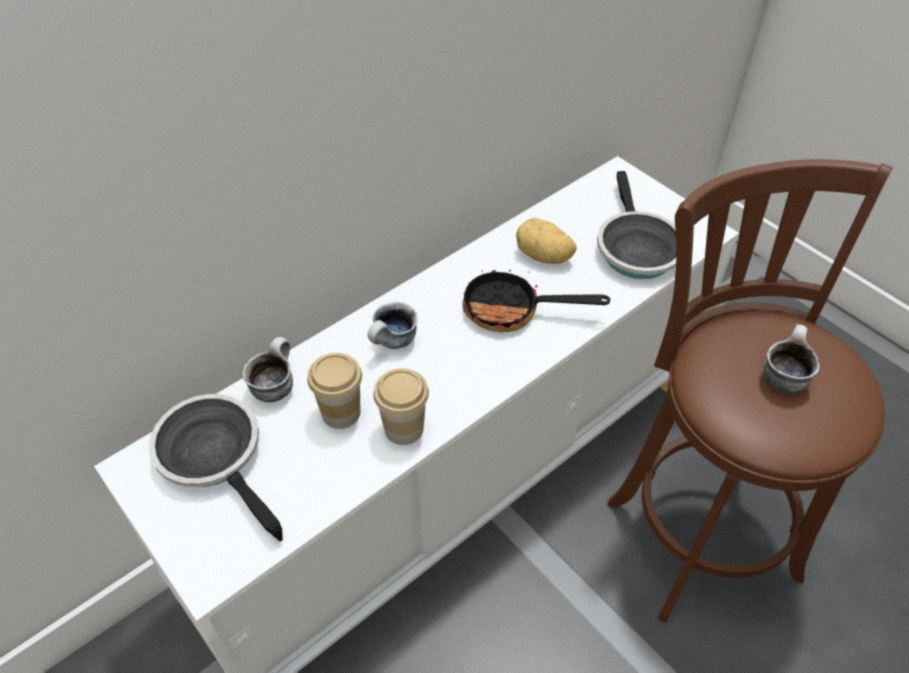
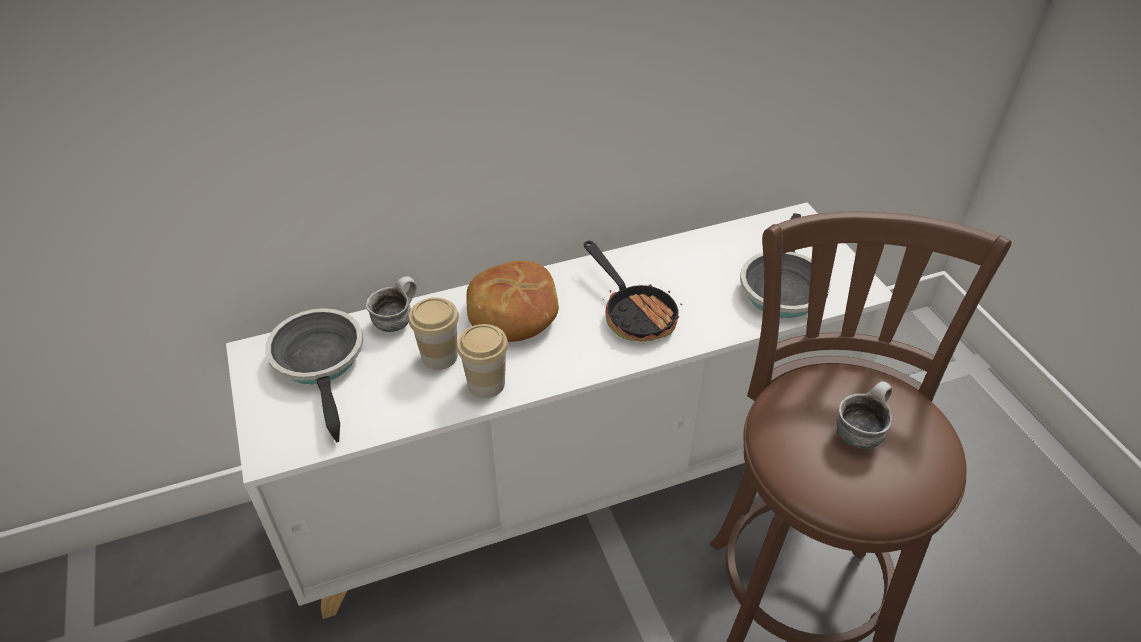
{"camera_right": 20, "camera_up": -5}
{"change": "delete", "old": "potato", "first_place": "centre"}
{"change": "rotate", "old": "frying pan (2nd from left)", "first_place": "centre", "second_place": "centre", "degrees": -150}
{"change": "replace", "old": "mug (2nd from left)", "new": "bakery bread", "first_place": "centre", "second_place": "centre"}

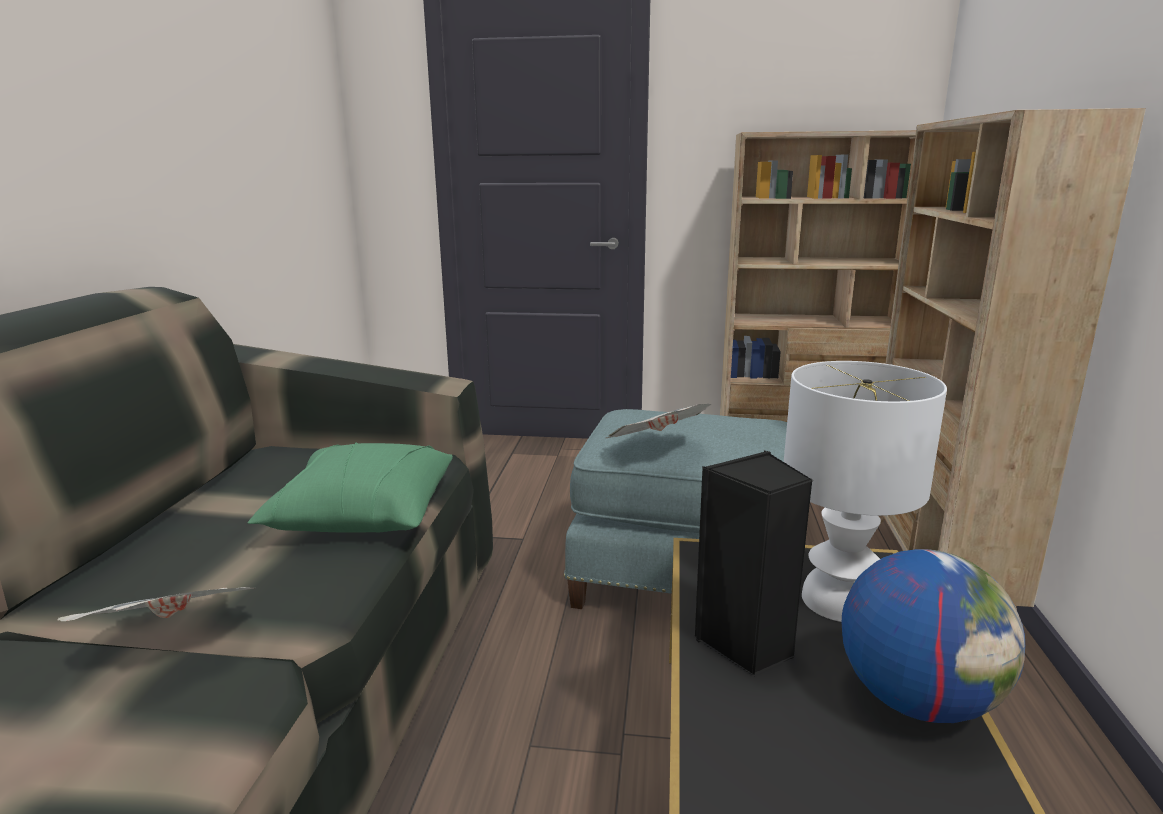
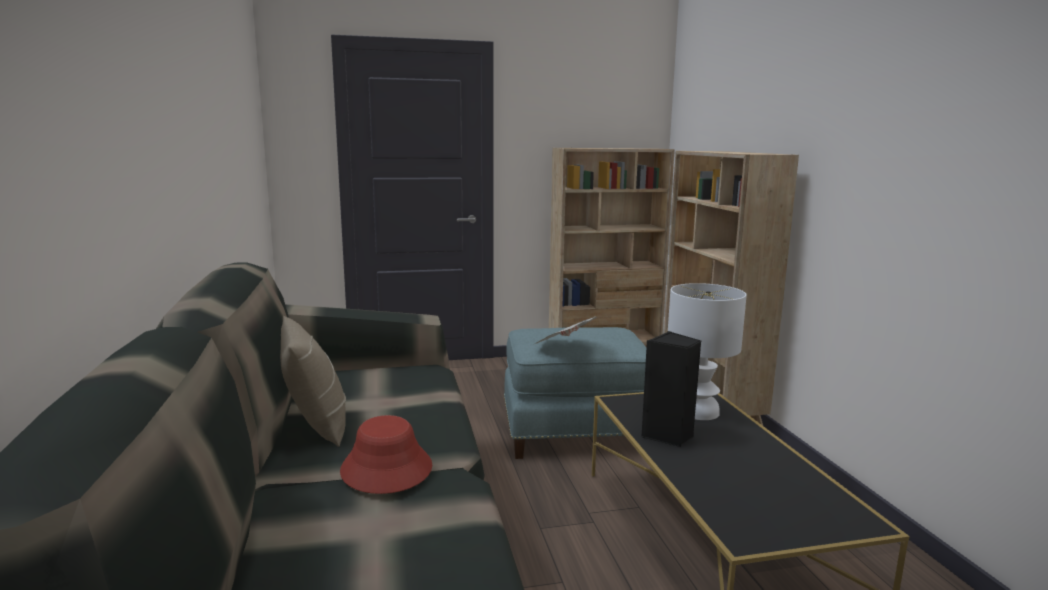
{"camera_right": -20, "camera_up": -5}
{"change": "delete", "old": "cushion/green", "first_place": "middle left"}
{"change": "delete", "old": "desk globe", "first_place": "bottom right"}
{"change": "replace", "old": "printed paper (1st from left)", "new": "hat/red-coloured", "first_place": "bottom left", "second_place": "bottom centre"}
{"change": "insert", "new": "cushion/beige", "second_place": "middle left"}

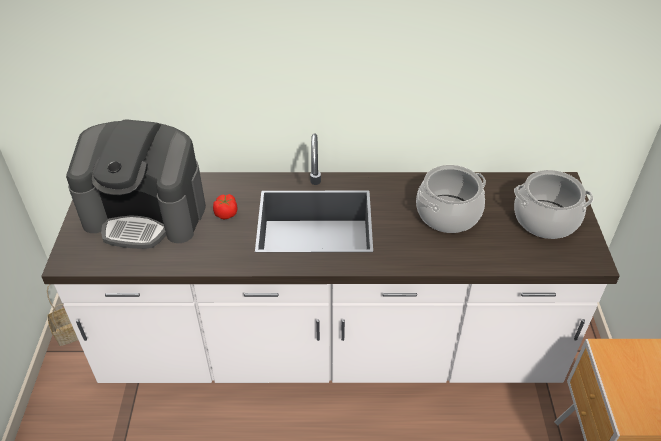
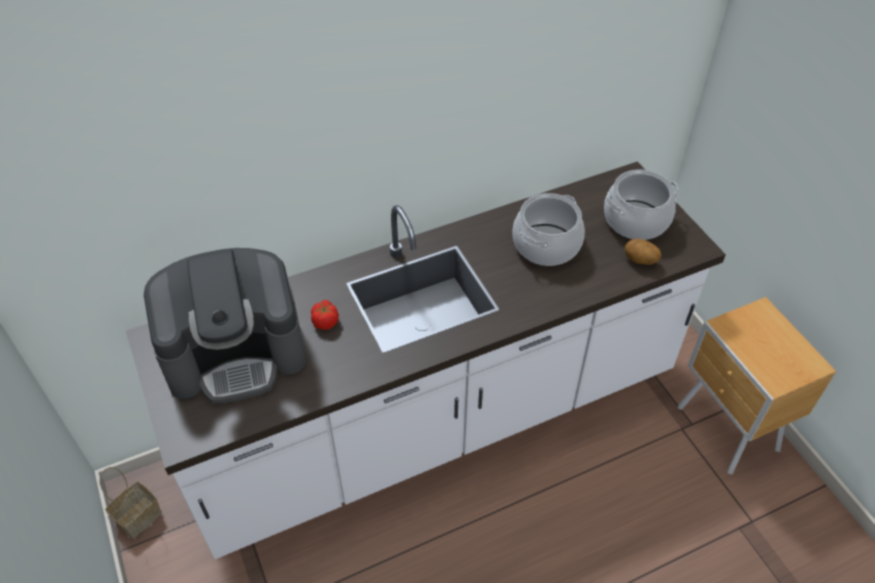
{"camera_right": -25, "camera_up": 5}
{"change": "insert", "new": "potato", "second_place": "middle right"}

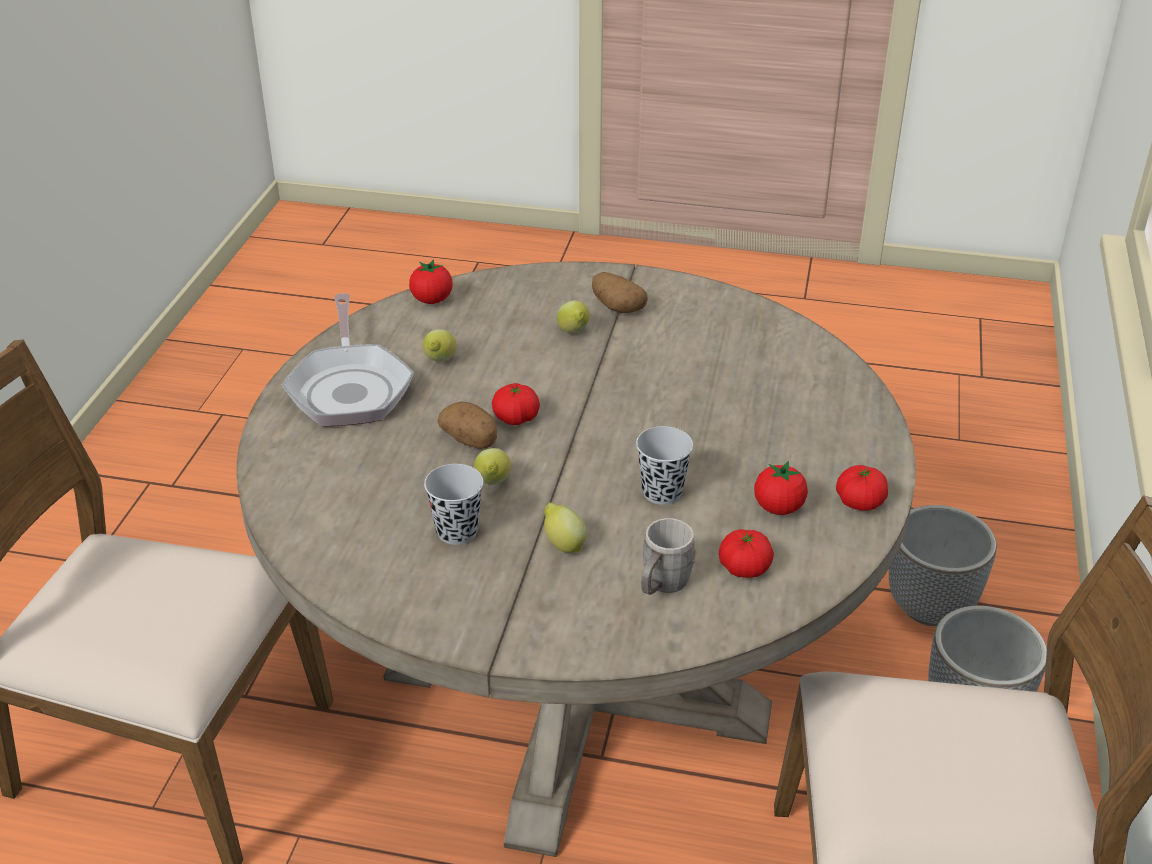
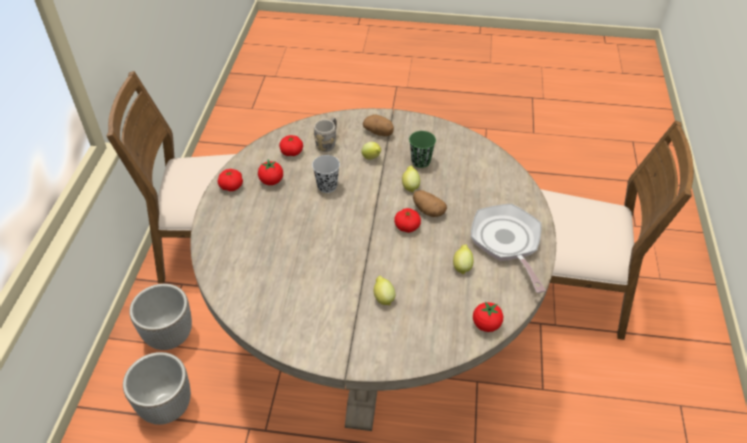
{"camera_right": 175, "camera_up": 10}
{"change": "move", "old": "potato (2nd from left in the first image)", "new": "potato (1st from left)", "first_place": "centre", "second_place": "top centre"}
{"change": "recolor", "old": "small cup/black (1st from left)", "new": "small cup/green", "first_place": "centre", "second_place": "centre"}

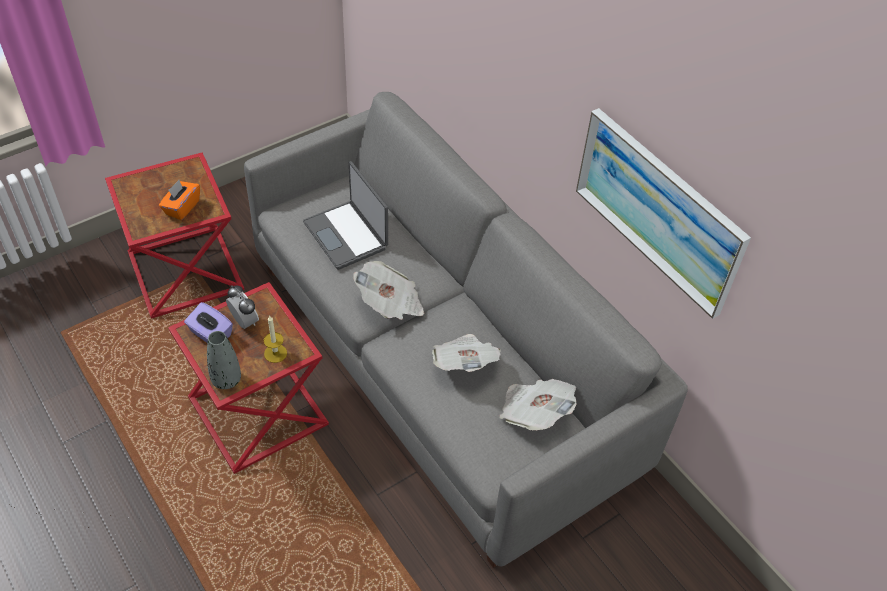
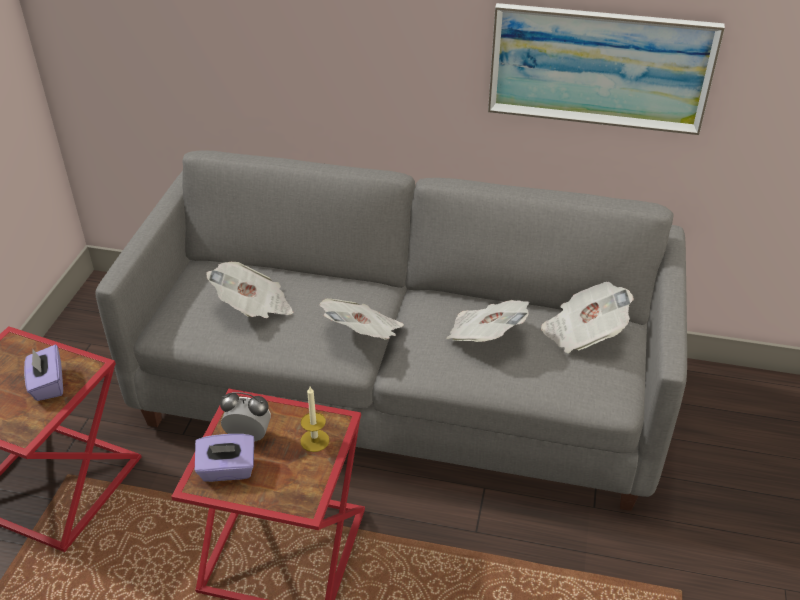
{"camera_right": -40, "camera_up": -10}
{"change": "replace", "old": "laptop", "new": "printed paper (1st from left)", "first_place": "centre", "second_place": "middle left"}
{"change": "recolor", "old": "tissue holder/orange", "new": "tissue holder/purple (1st from left)", "first_place": "middle left", "second_place": "middle left"}
{"change": "delete", "old": "decorative vase/grey", "first_place": "middle left"}

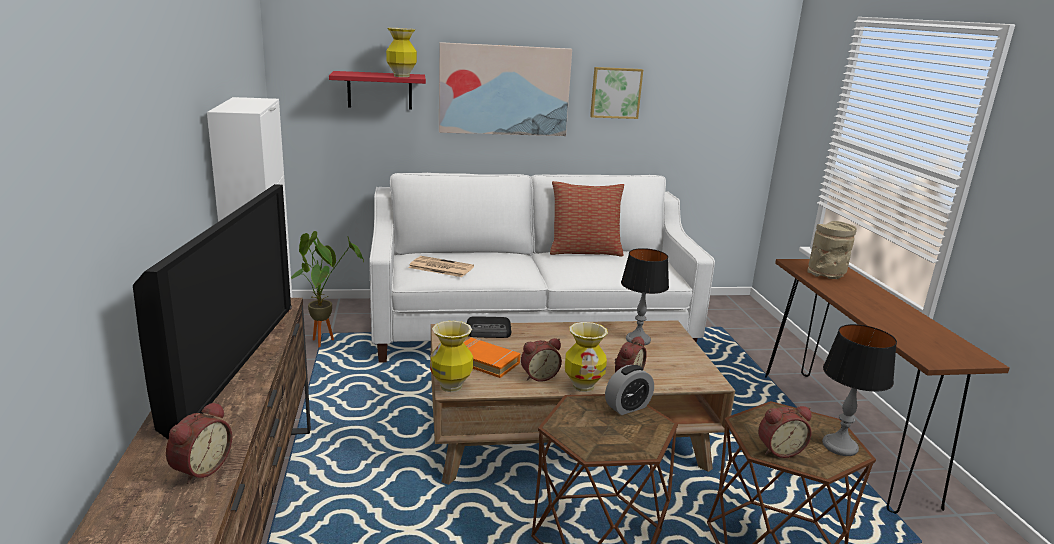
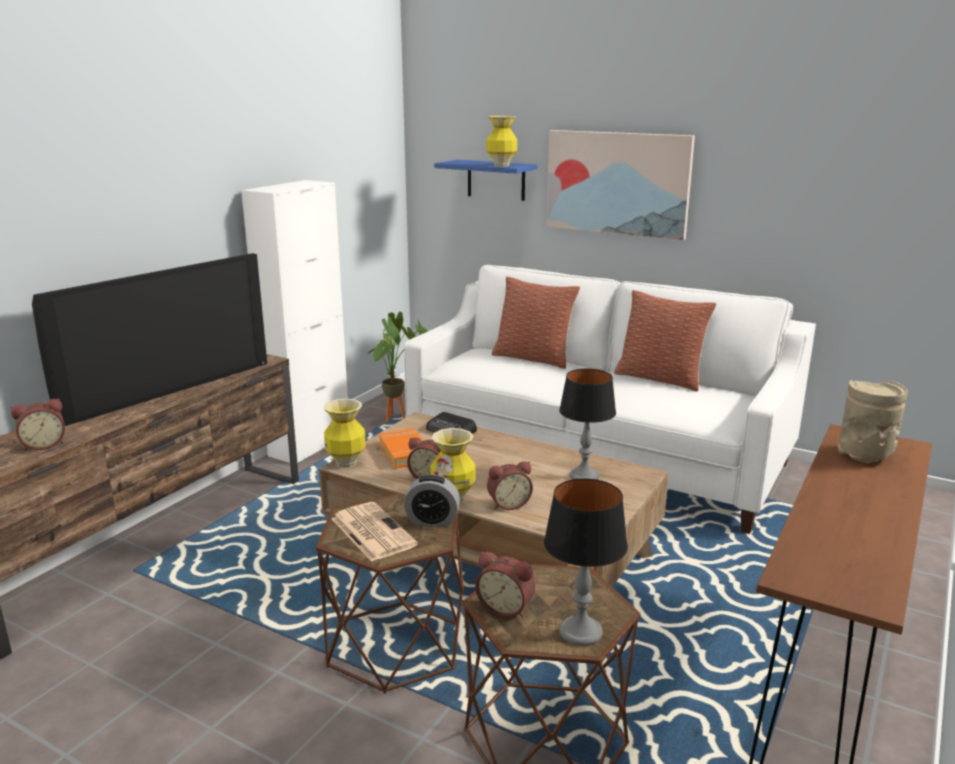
{"camera_right": 40, "camera_up": 0}
{"change": "delete", "old": "wall art (2nd from left)", "first_place": "top centre"}
{"change": "recolor", "old": "bracket shelf/red-coloured", "new": "bracket shelf/blue", "first_place": "top centre", "second_place": "top centre"}
{"change": "move", "old": "printed paper", "first_place": "centre", "second_place": "bottom centre"}
{"change": "insert", "new": "cushion (1st from left)", "second_place": "centre"}

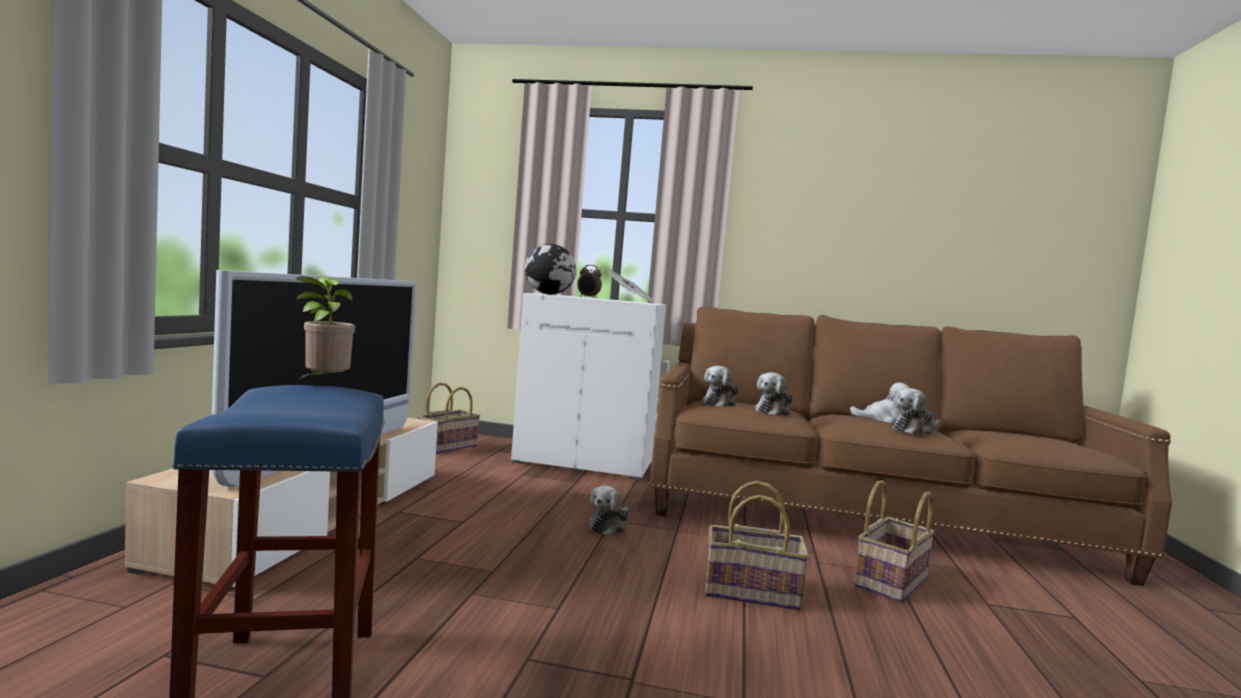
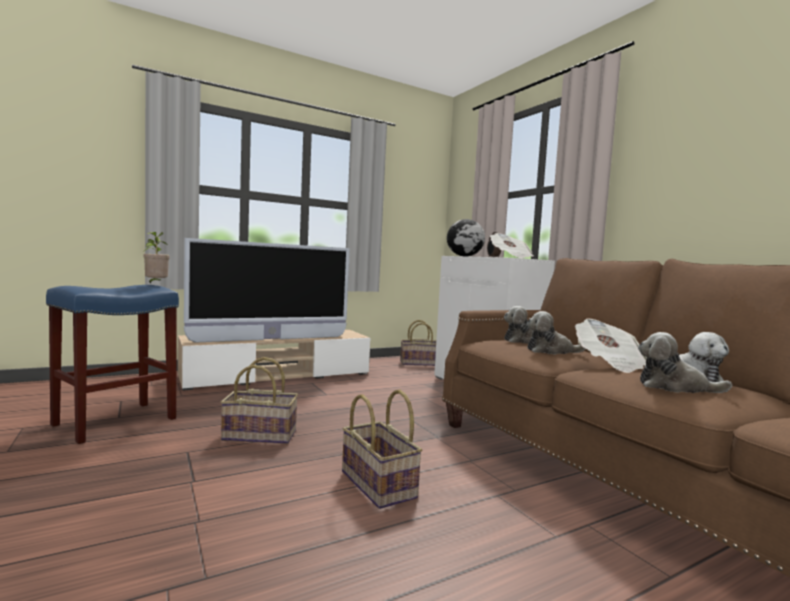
{"camera_right": 50, "camera_up": 0}
{"change": "move", "old": "storage basket (3rd from left in the first image)", "new": "storage basket (1st from left)", "first_place": "bottom right", "second_place": "middle left"}
{"change": "delete", "old": "plush toy (1st from left)", "first_place": "bottom centre"}
{"change": "insert", "new": "printed paper (2nd from left)", "second_place": "middle right"}

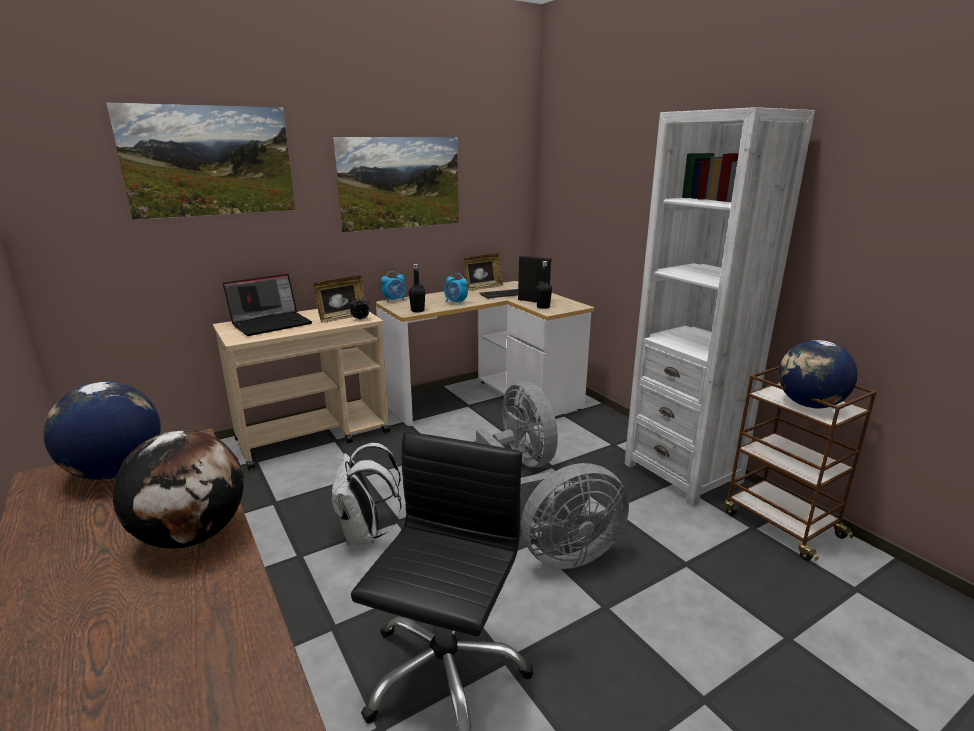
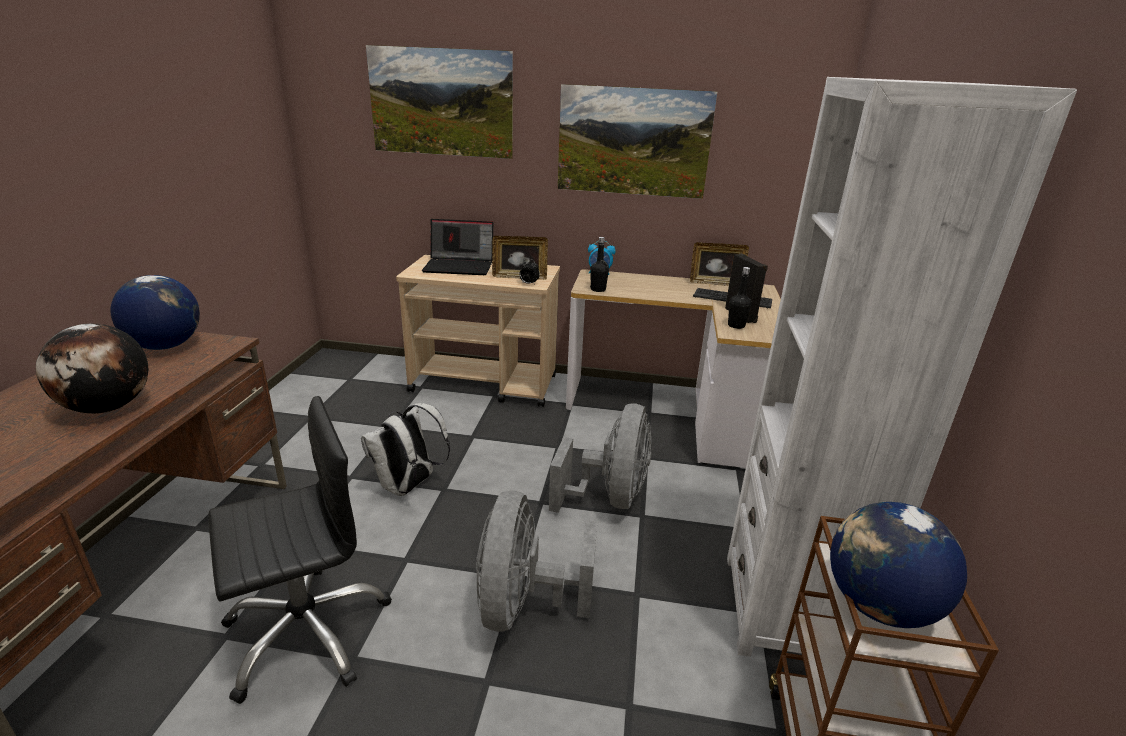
{"camera_right": 40, "camera_up": 5}
{"change": "delete", "old": "alarm clock (3rd from left)", "first_place": "centre"}
{"change": "rotate", "old": "fan/grey (2nd from left in the first image)", "first_place": "bottom centre", "second_place": "bottom centre", "degrees": 75}

